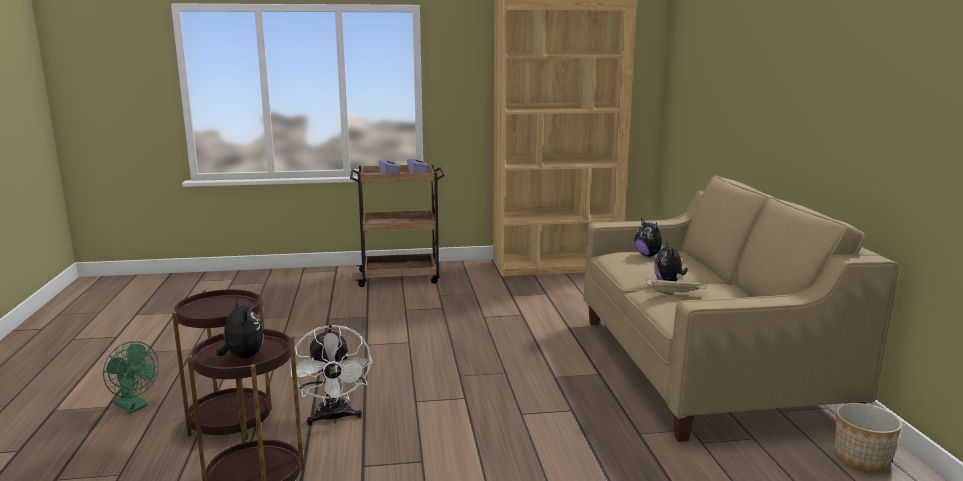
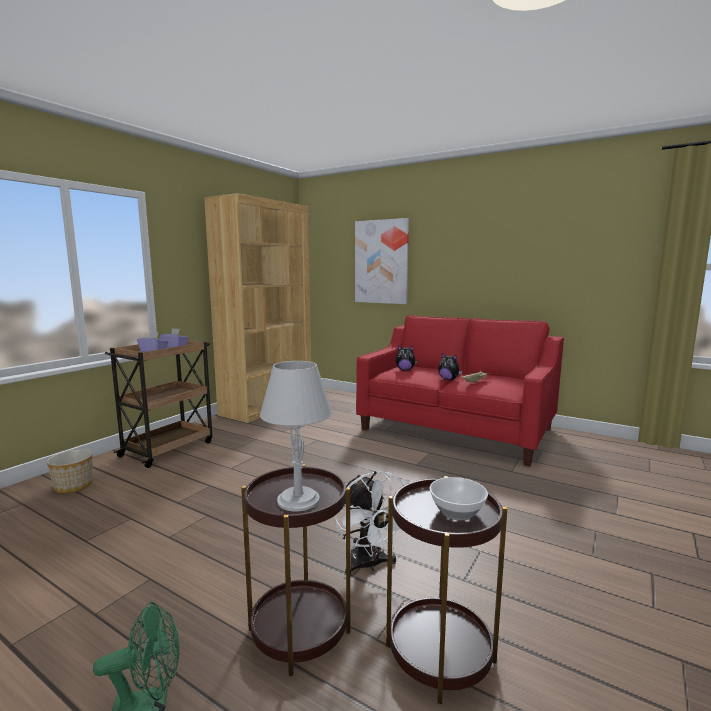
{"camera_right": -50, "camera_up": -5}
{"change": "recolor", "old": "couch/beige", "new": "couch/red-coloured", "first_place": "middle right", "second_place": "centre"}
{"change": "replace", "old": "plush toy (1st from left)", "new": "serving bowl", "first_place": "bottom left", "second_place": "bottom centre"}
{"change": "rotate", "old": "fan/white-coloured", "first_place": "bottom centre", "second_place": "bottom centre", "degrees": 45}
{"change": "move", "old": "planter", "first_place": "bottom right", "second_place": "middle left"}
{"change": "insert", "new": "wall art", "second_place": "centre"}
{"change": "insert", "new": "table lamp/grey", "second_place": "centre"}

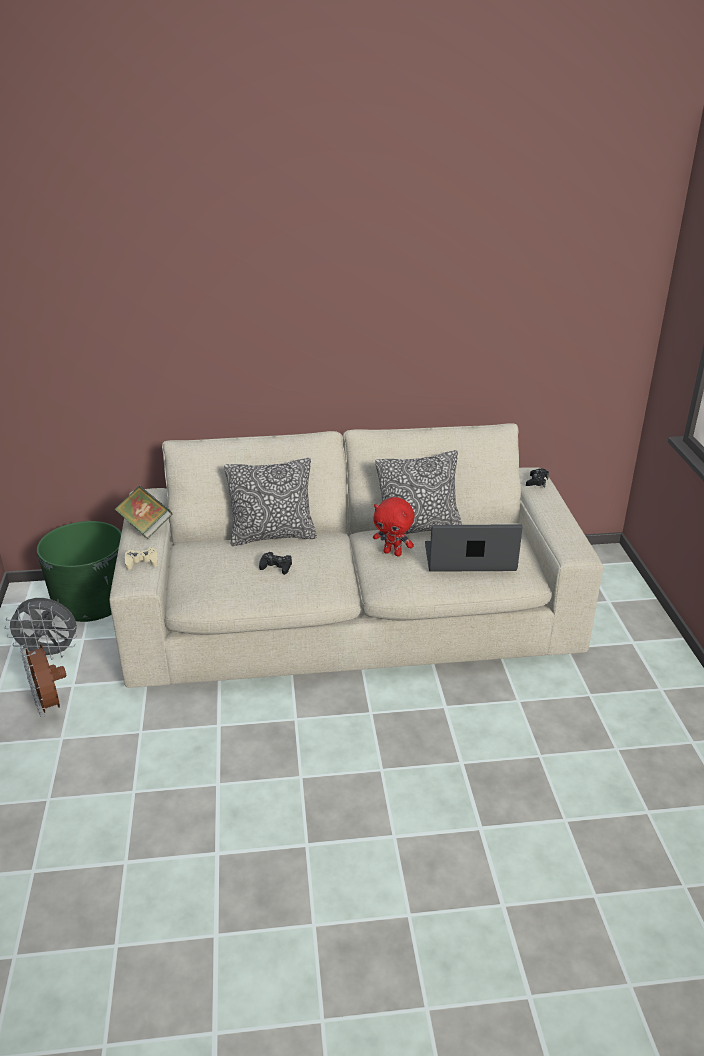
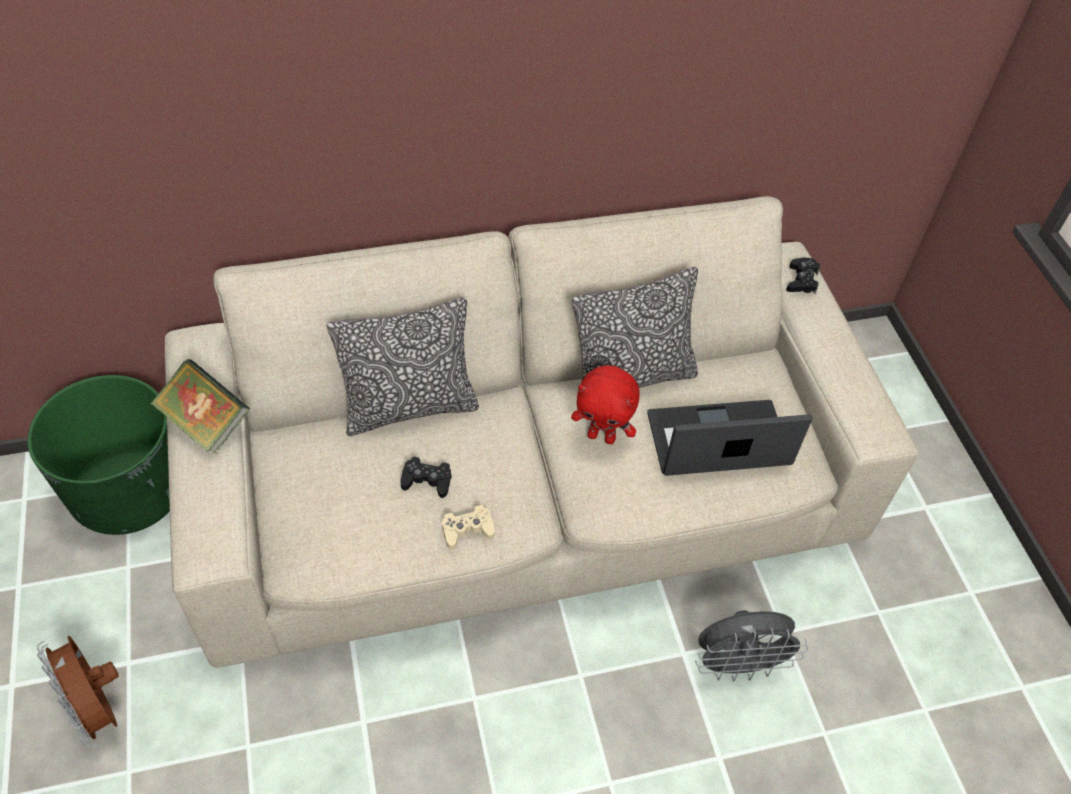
{"camera_right": -10, "camera_up": 20}
{"change": "move", "old": "joypad/beige", "first_place": "middle left", "second_place": "centre"}
{"change": "move", "old": "fan/grey", "first_place": "middle left", "second_place": "bottom right"}

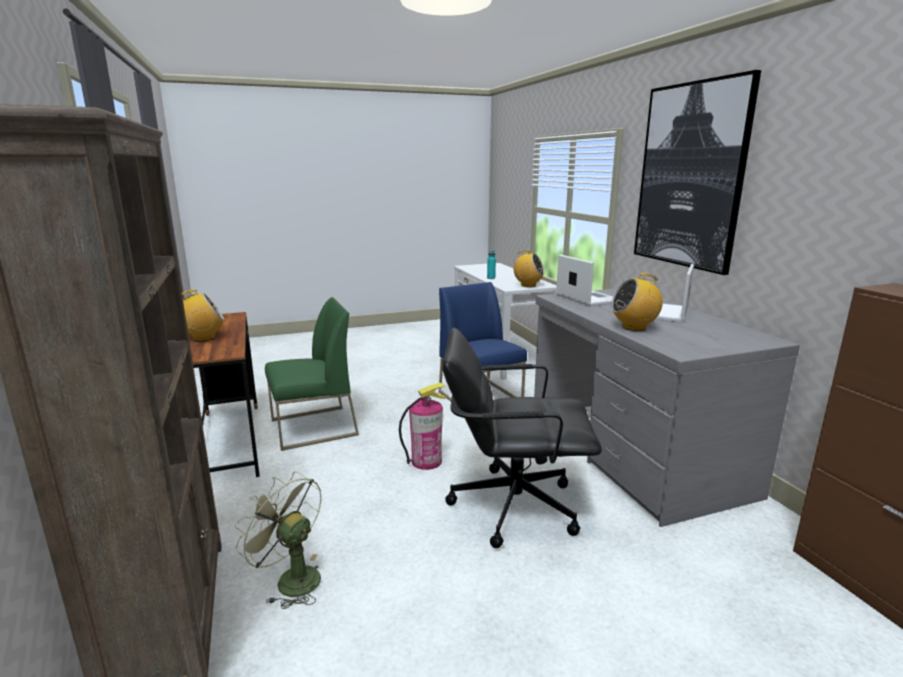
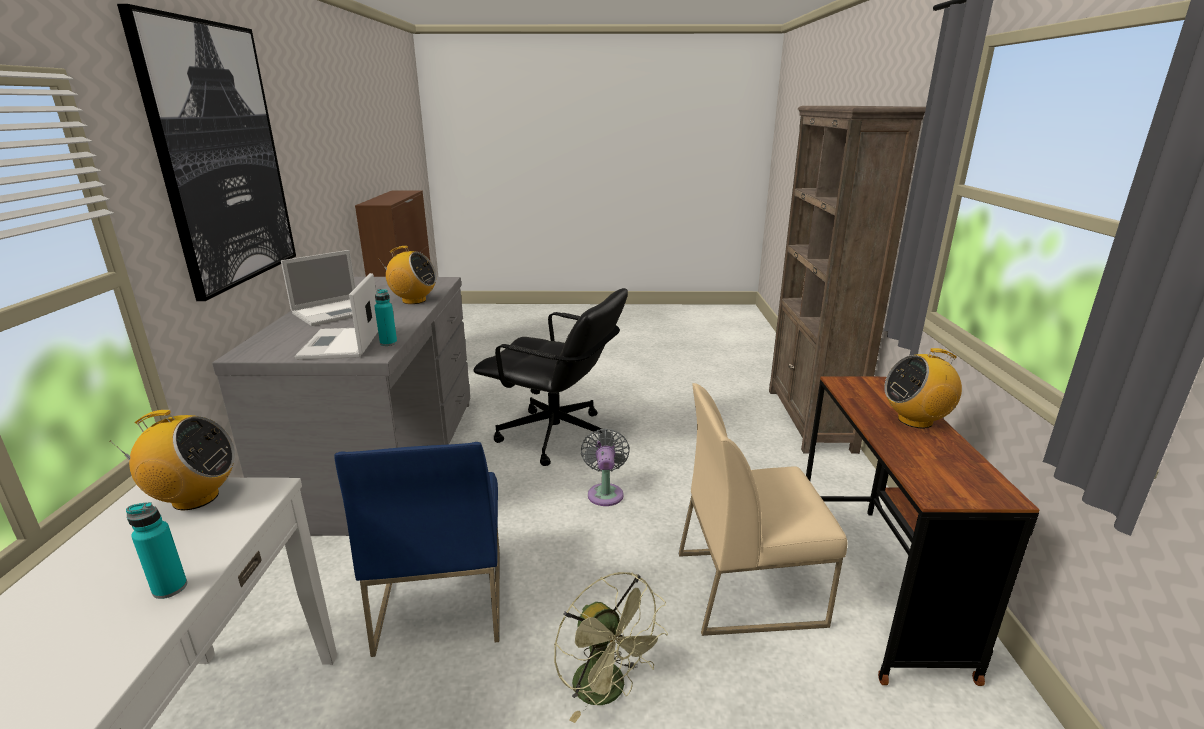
{"camera_right": -160, "camera_up": 5}
{"change": "rotate", "old": "radio receiver (2nd from left in the first image)", "first_place": "centre", "second_place": "middle left", "degrees": 135}
{"change": "recolor", "old": "plain chair/green", "new": "plain chair/beige", "first_place": "centre", "second_place": "bottom centre"}
{"change": "replace", "old": "fire-fighting cylinder", "new": "fan/grey", "first_place": "centre", "second_place": "centre"}
{"change": "move", "old": "fan/green", "first_place": "bottom left", "second_place": "bottom centre"}
{"change": "insert", "new": "bottle/turquoise-coloured (2nd from left)", "second_place": "middle left"}

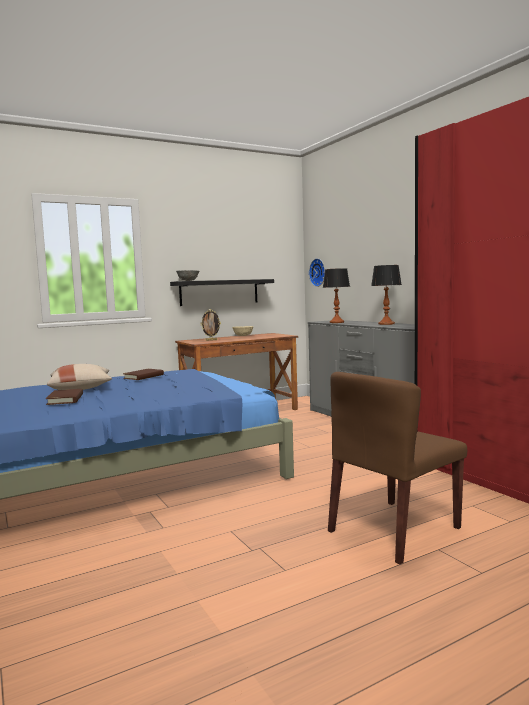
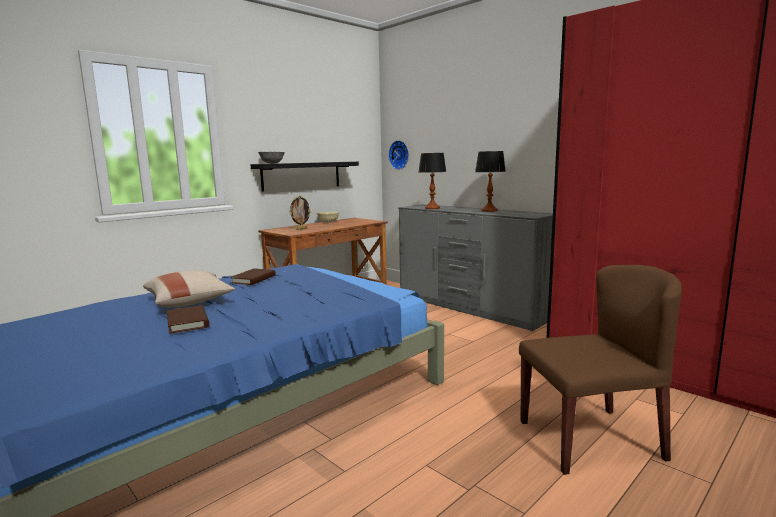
{"camera_right": -15, "camera_up": 5}
{"change": "rotate", "old": "plain chair/brown", "first_place": "middle right", "second_place": "bottom right", "degrees": -135}

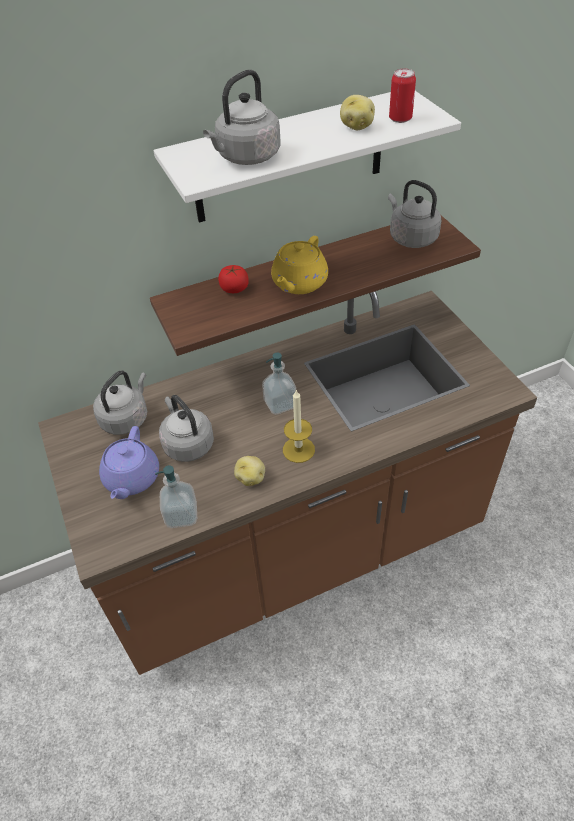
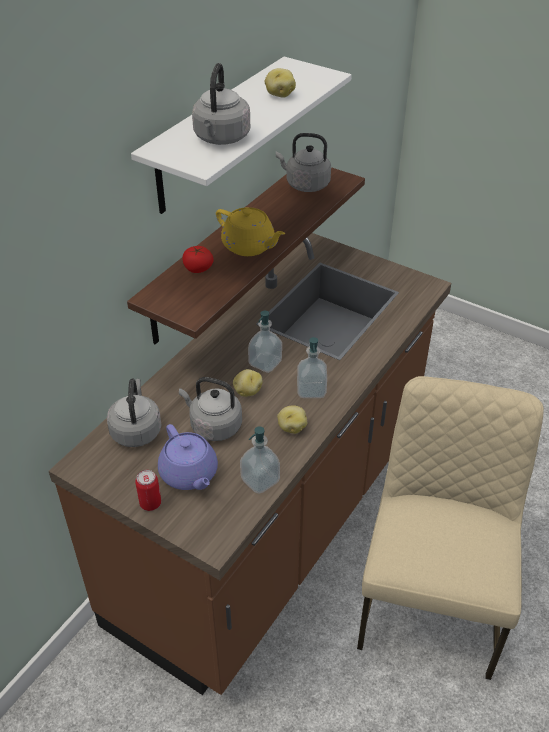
{"camera_right": -35, "camera_up": -5}
{"change": "move", "old": "sealed can", "first_place": "top right", "second_place": "bottom left"}
{"change": "rotate", "old": "teapot/yellow", "first_place": "top centre", "second_place": "top centre", "degrees": -45}
{"change": "replace", "old": "wax candle", "new": "soap bottle (3rd from left)", "first_place": "centre", "second_place": "centre"}
{"change": "insert", "new": "potato (1st from left)", "second_place": "centre"}
{"change": "insert", "new": "plain chair/beige", "second_place": "bottom right"}

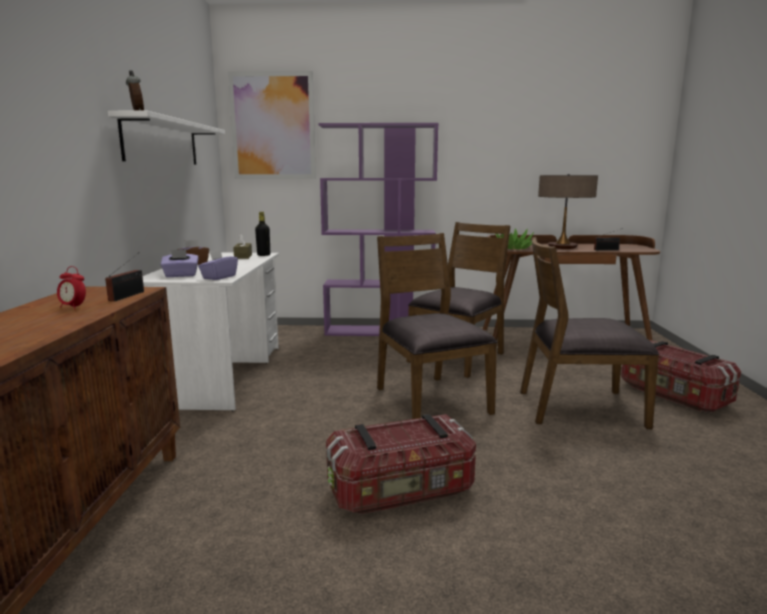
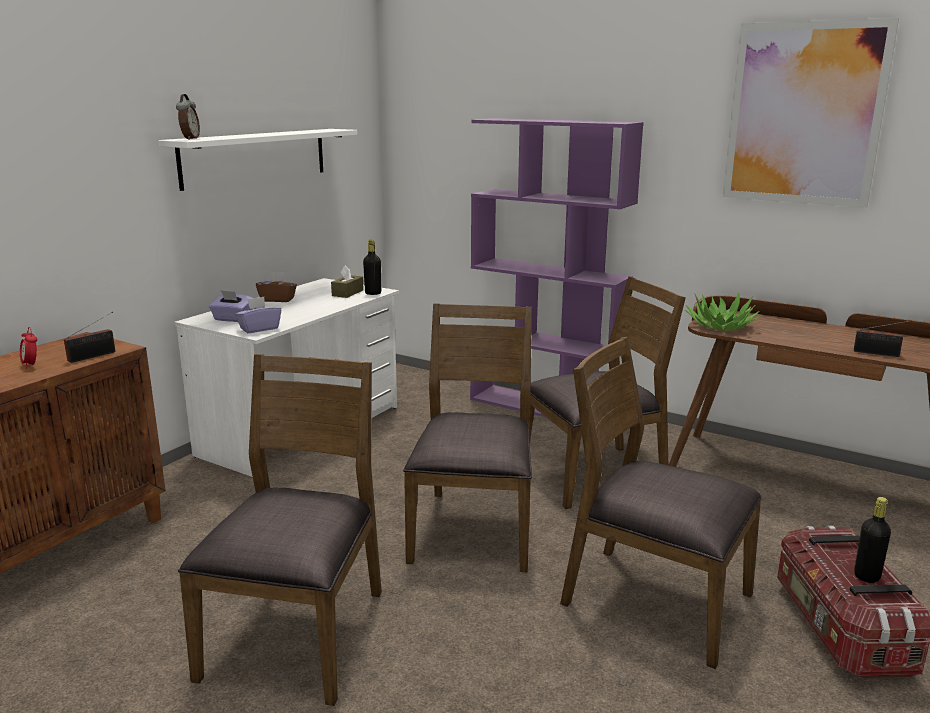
{"camera_right": 30, "camera_up": 5}
{"change": "move", "old": "wall art", "first_place": "top centre", "second_place": "top right"}
{"change": "delete", "old": "table lamp", "first_place": "middle right"}
{"change": "replace", "old": "storage container (1st from left)", "new": "plain chair/brown (1st from left)", "first_place": "bottom centre", "second_place": "bottom left"}
{"change": "insert", "new": "bottle/black (2nd from left)", "second_place": "bottom right"}

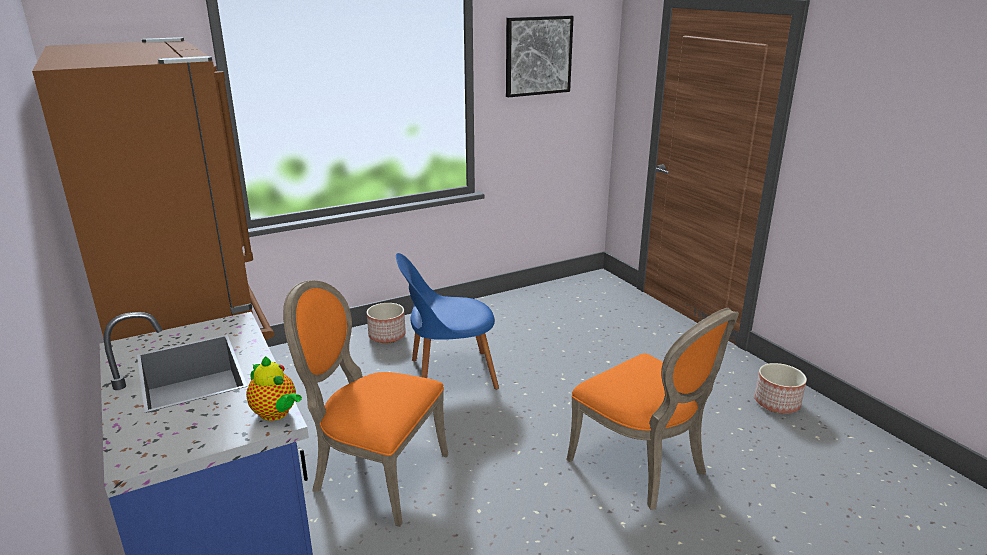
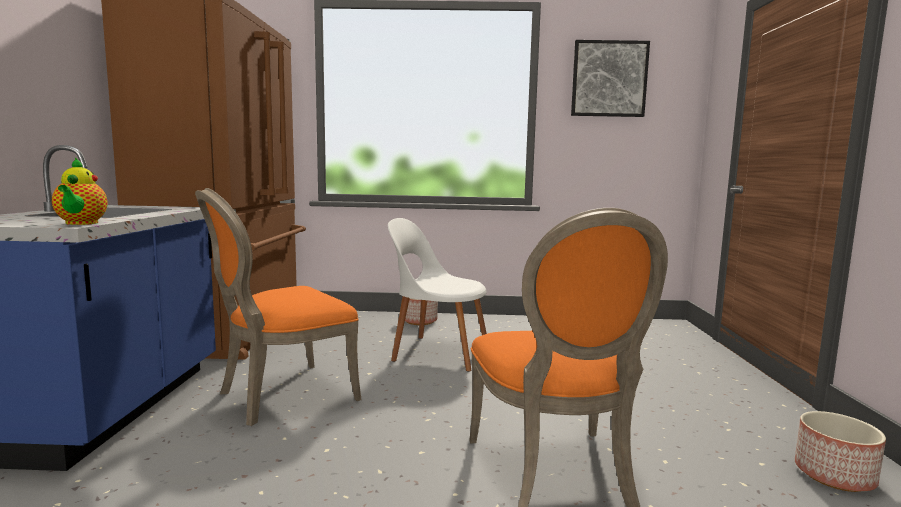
{"camera_right": 30, "camera_up": -15}
{"change": "recolor", "old": "plain chair/blue", "new": "plain chair/white-coloured", "first_place": "centre", "second_place": "centre"}
{"change": "rotate", "old": "plain chair/orange (1st from left)", "first_place": "bottom centre", "second_place": "middle left", "degrees": -90}

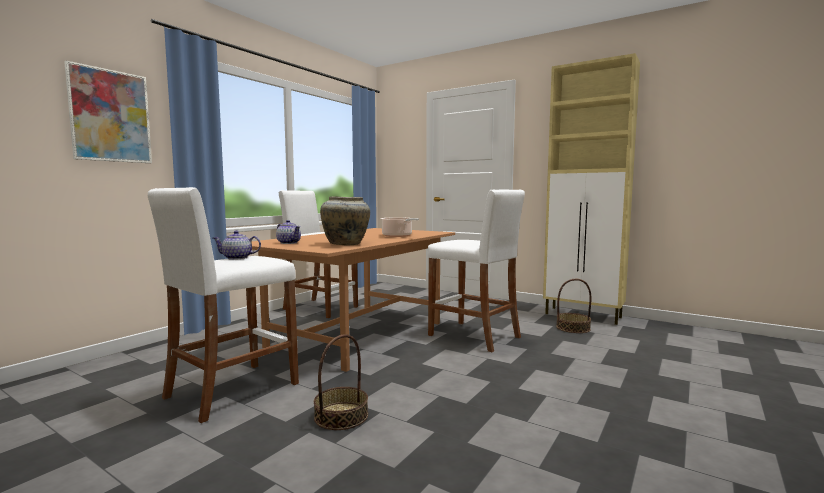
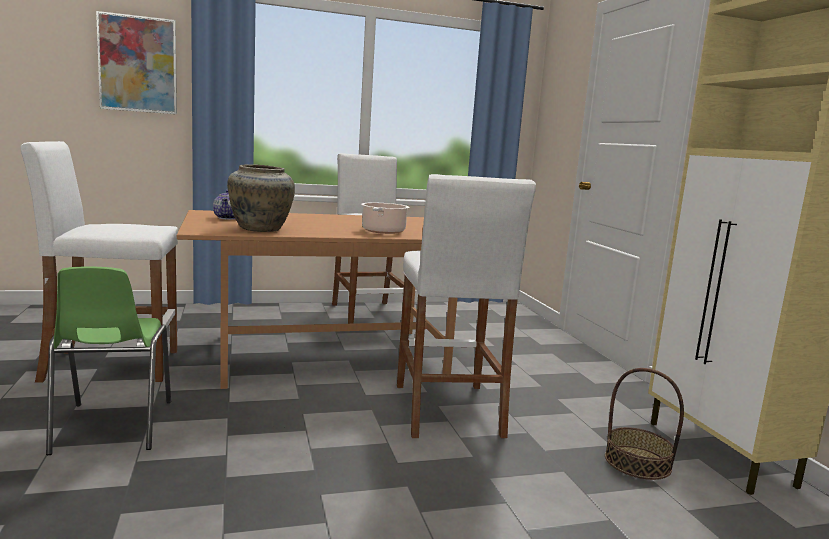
{"camera_right": 40, "camera_up": 5}
{"change": "delete", "old": "teapot (1st from left)", "first_place": "middle left"}
{"change": "replace", "old": "storage basket (1st from left)", "new": "plain chair/green", "first_place": "bottom centre", "second_place": "bottom left"}

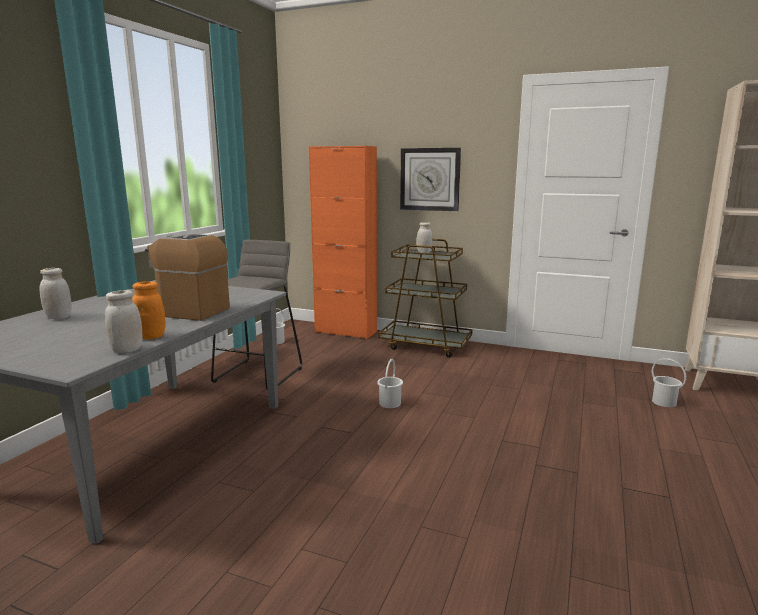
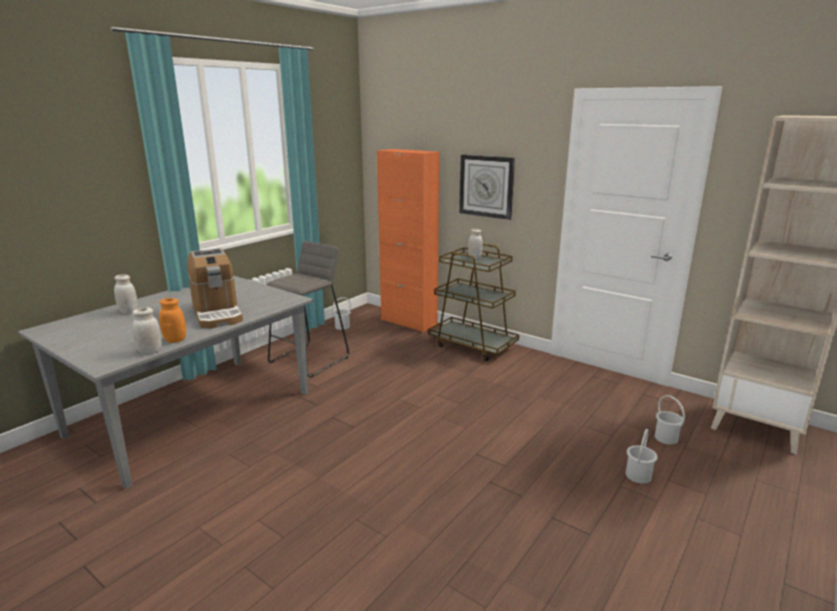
{"camera_right": 15, "camera_up": 5}
{"change": "rotate", "old": "coffee machine", "first_place": "middle left", "second_place": "middle left", "degrees": -150}
{"change": "move", "old": "water bucket/white-coloured (2nd from left)", "first_place": "centre", "second_place": "bottom right"}

